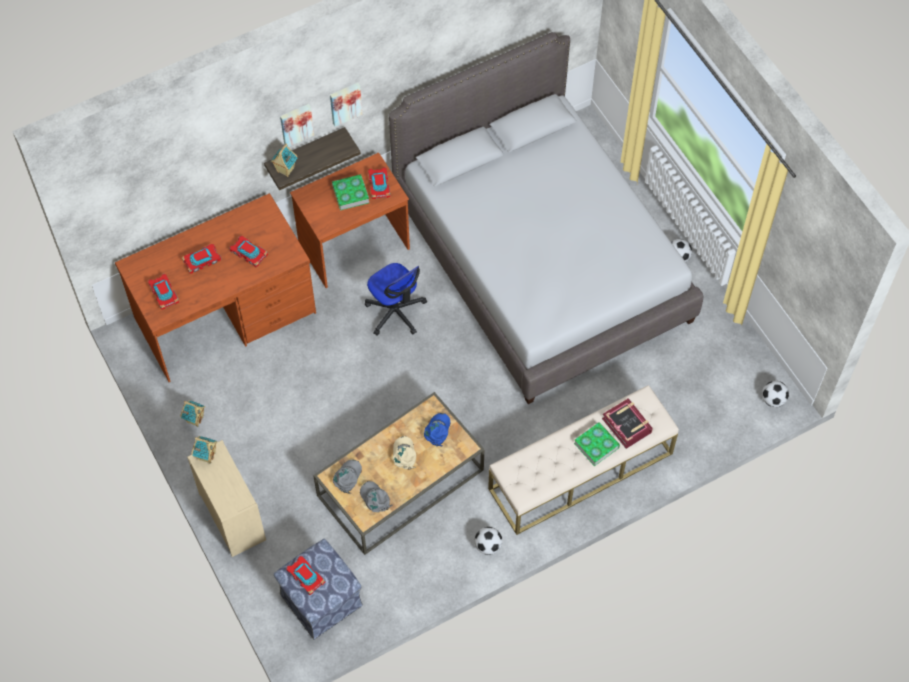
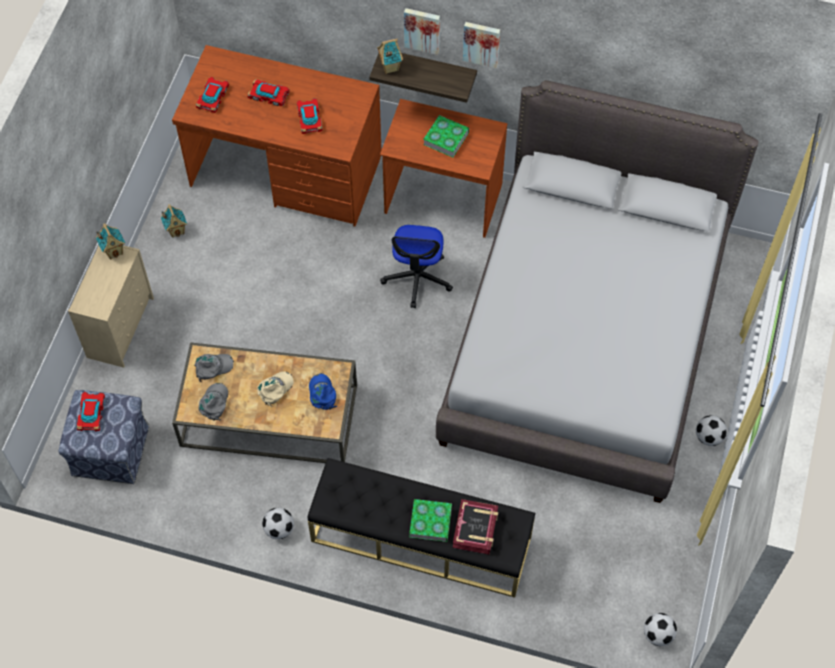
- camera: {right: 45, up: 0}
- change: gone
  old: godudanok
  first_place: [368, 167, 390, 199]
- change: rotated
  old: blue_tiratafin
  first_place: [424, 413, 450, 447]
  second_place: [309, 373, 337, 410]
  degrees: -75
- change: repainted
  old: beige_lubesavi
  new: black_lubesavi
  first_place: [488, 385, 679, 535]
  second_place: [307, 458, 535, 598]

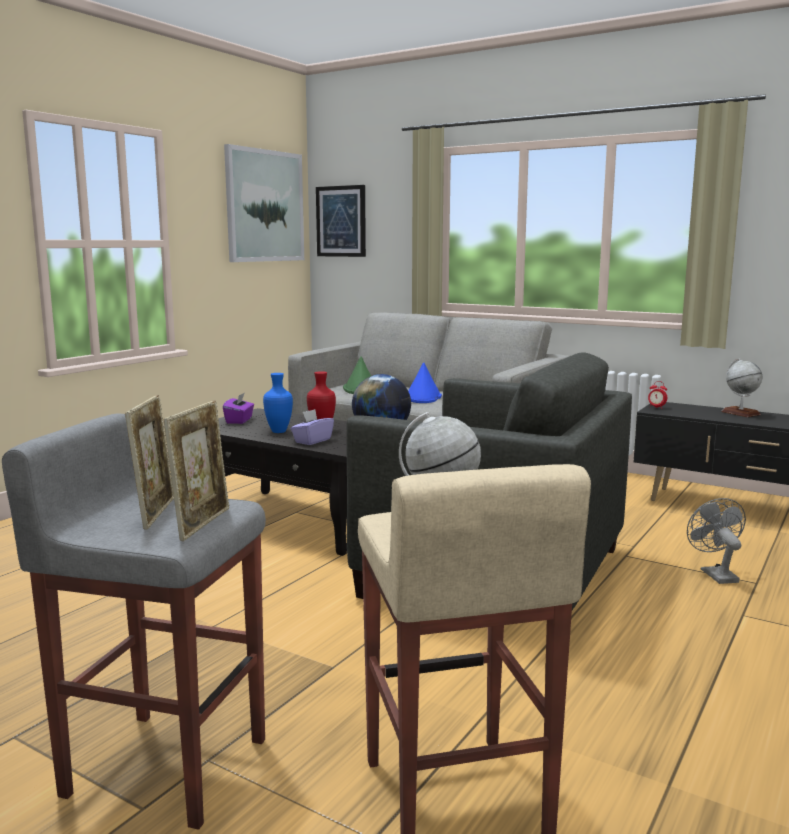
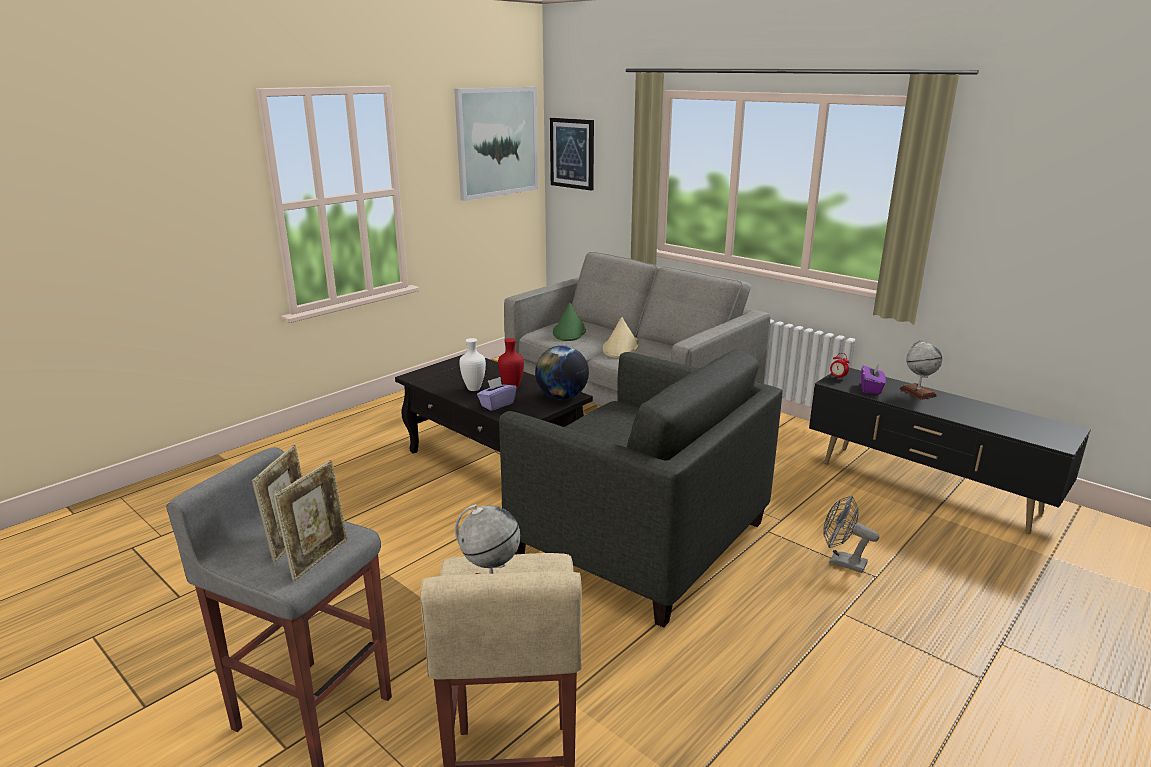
- camera: {right: 10, up: 10}
- change: shifted
  old: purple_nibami
  first_place: [223, 393, 254, 424]
  second_place: [861, 363, 886, 394]
- change: repainted
  old: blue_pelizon
  new: white_pelizon
  first_place: [263, 373, 293, 433]
  second_place: [459, 338, 486, 391]
- change: repainted
  old: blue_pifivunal
  new: beige_pifivunal
  first_place: [408, 363, 442, 403]
  second_place: [603, 317, 639, 358]
- change: rotated
  old: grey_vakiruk
  first_place: [687, 498, 746, 584]
  second_place: [823, 495, 879, 573]
  degrees: -60

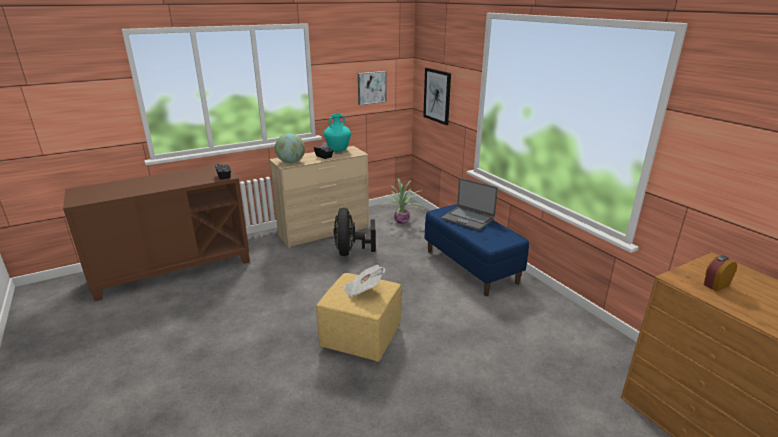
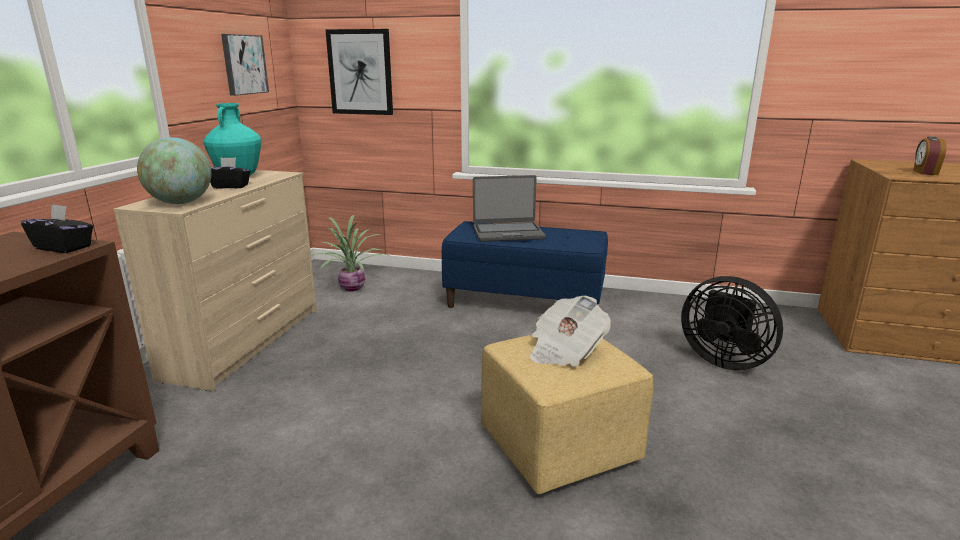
- camera: {right: -45, up: -5}
- change: shifted
  old: black_vakiruk
  first_place: [334, 208, 376, 256]
  second_place: [681, 276, 783, 370]

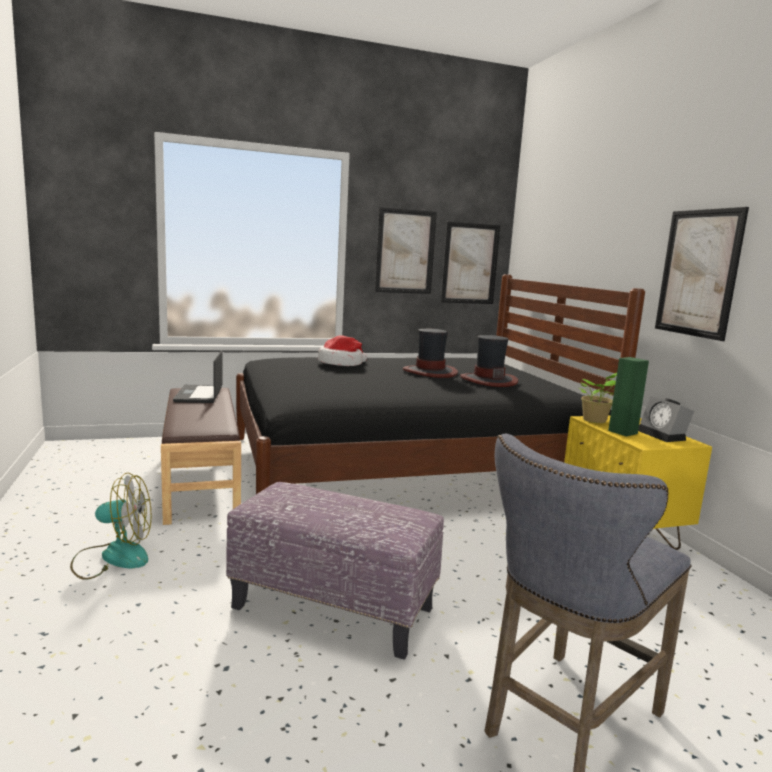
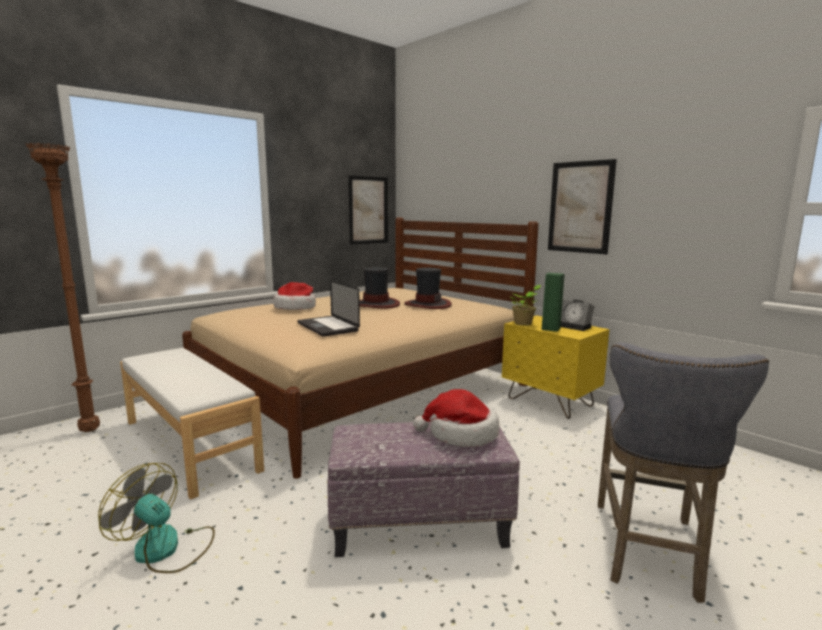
- camera: {right: -25, up: 0}
- change: rotated
  old: vakiruk
  first_place: [70, 472, 152, 580]
  second_place: [98, 463, 215, 573]
  degrees: -120
- change: repainted
  old: brown_lubesavi
  new: white_lubesavi
  first_place: [161, 388, 241, 525]
  second_place: [120, 348, 264, 500]
- change: shifted
  old: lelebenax
  first_place: [173, 350, 222, 403]
  second_place: [297, 280, 360, 337]
- change: repainted
  old: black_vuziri
  new: beige_vuziri
  first_place: [236, 274, 645, 494]
  second_place: [182, 217, 539, 479]
- change: gone
  old: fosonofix
  first_place: [375, 207, 437, 294]
- change: new
  new: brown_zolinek
  second_place: [26, 143, 100, 432]
- change: new
  new: pifivunal
  second_place: [413, 389, 500, 447]

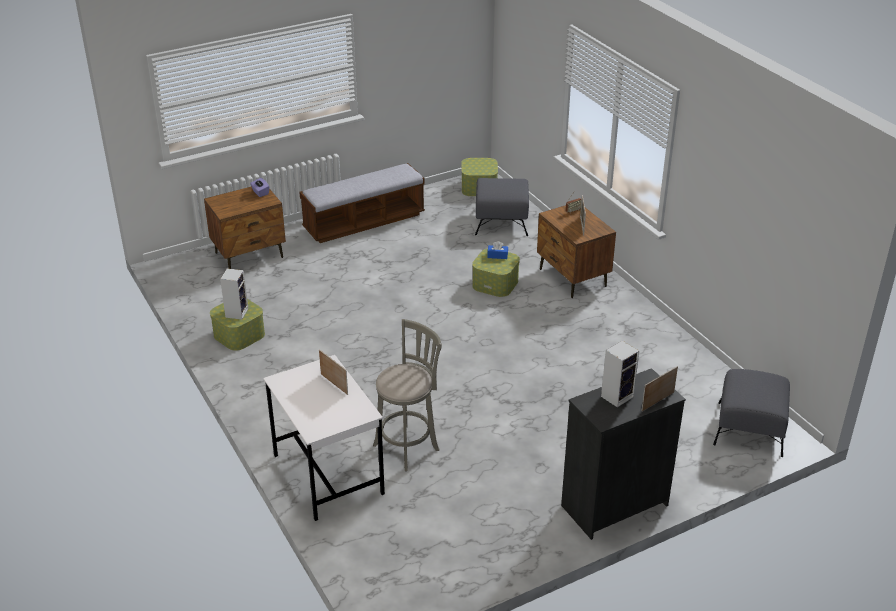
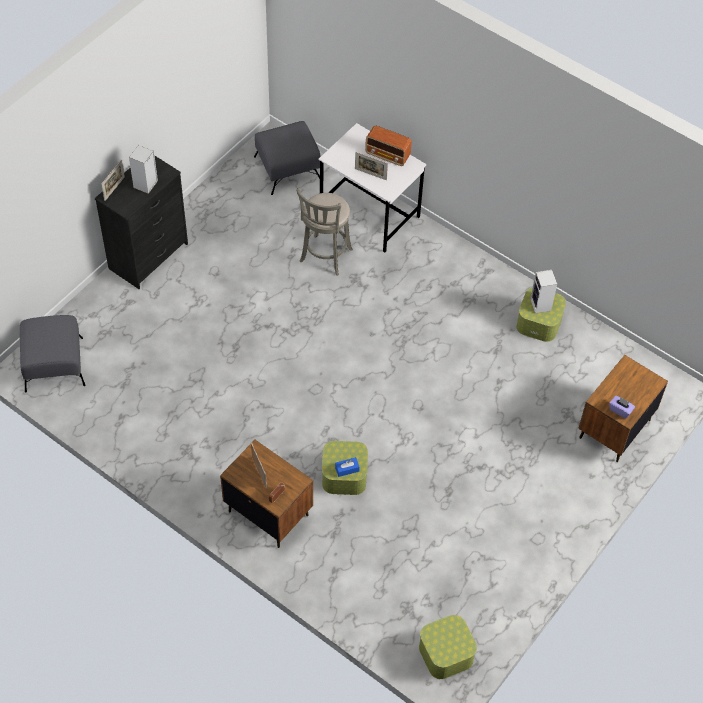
- camera: {right: 155, up: 20}
- change: gone
  old: lubesavi
  first_place: [299, 163, 425, 243]
- change: shifted
  old: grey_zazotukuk
  first_place: [475, 178, 529, 236]
  second_place: [254, 121, 321, 195]
- change: new
  new: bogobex
  second_place: [365, 126, 412, 166]

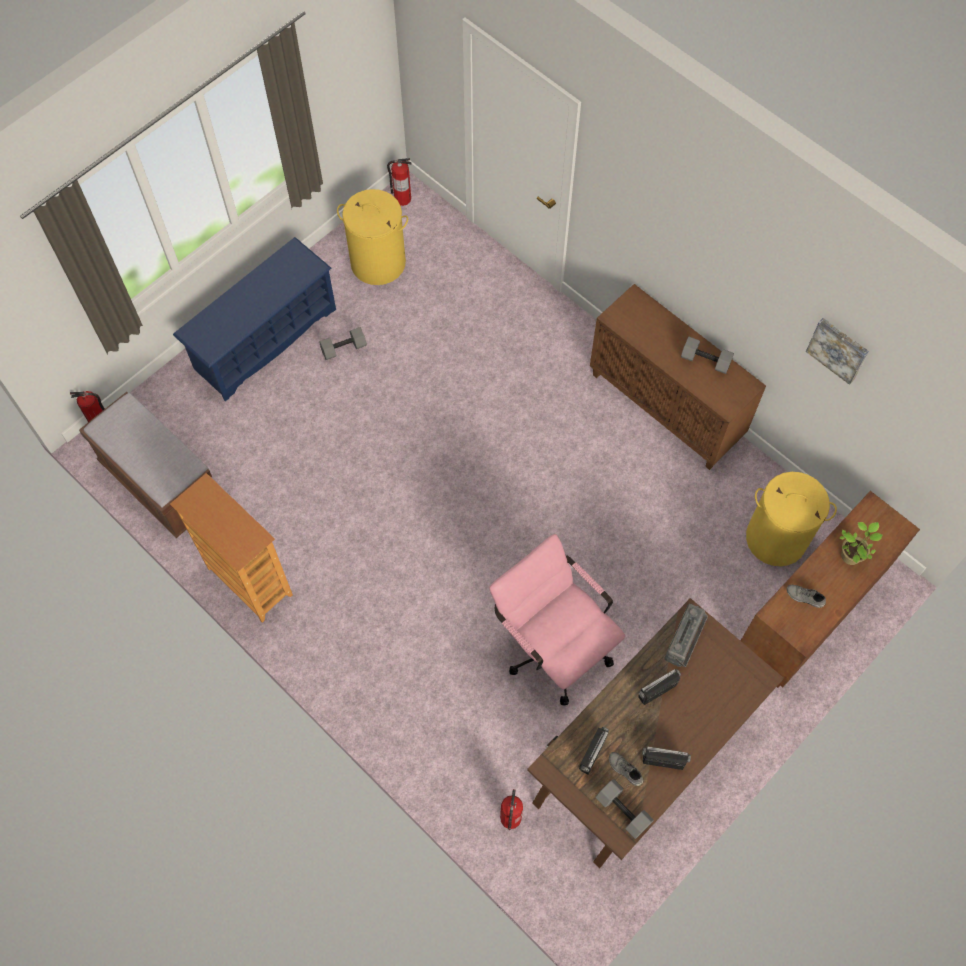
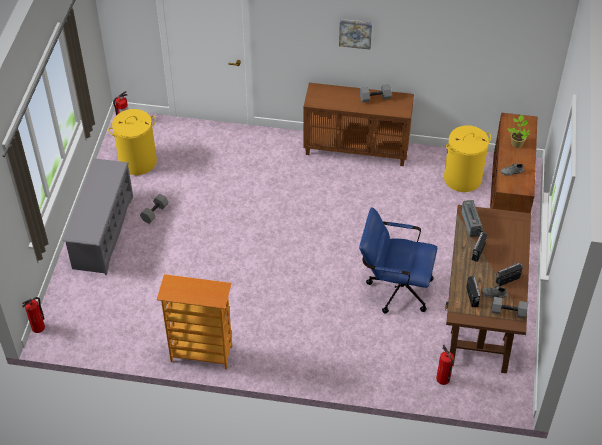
- camera: {right: -35, up: -15}
- change: gone
  old: brown_lubesavi
  first_place: [79, 392, 212, 538]
- change: repainted
  old: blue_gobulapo
  new: grey_gobulapo
  first_place: [173, 237, 336, 402]
  second_place: [62, 158, 133, 275]
- change: repainted
  old: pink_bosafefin
  new: blue_bosafefin
  first_place: [489, 534, 625, 705]
  second_place: [359, 207, 437, 314]
- change: shifted
  old: fosonofix
  first_place: [806, 318, 869, 385]
  second_place: [339, 19, 372, 50]

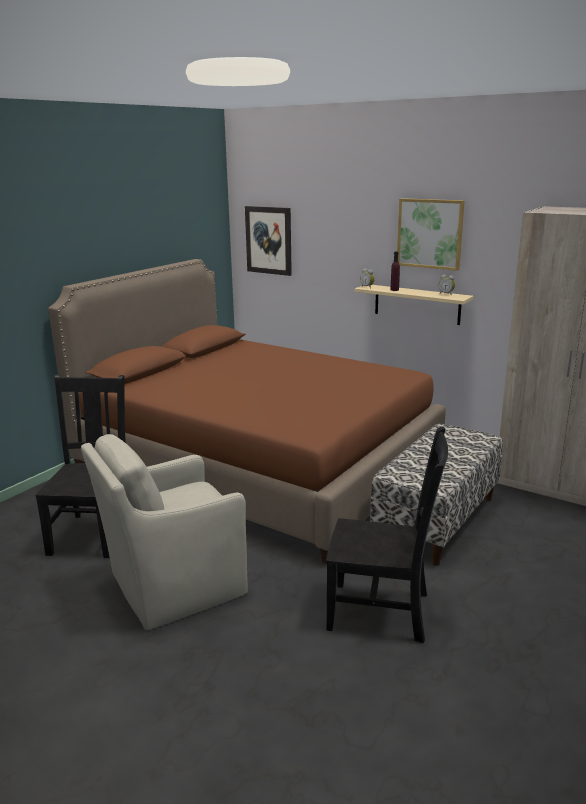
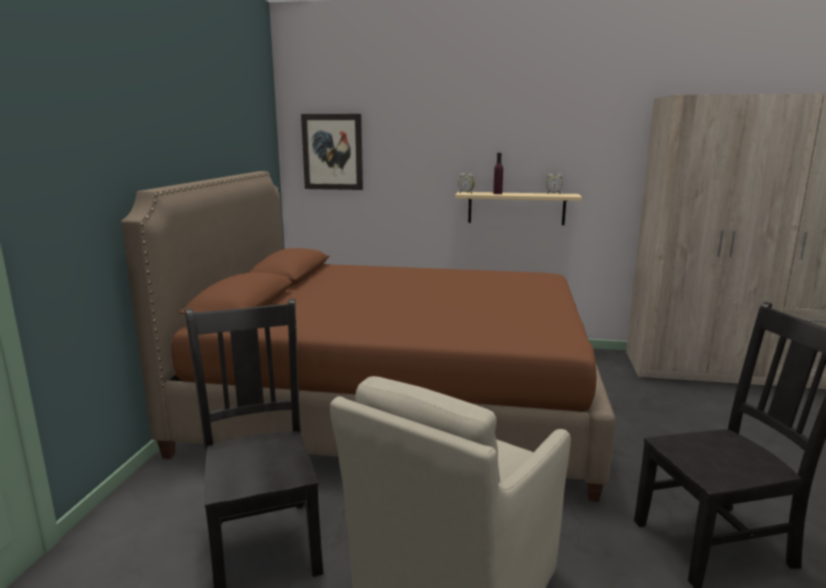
- camera: {right: -25, up: -5}
- change: gone
  old: lubesavi
  first_place: [370, 423, 503, 566]
- change: gone
  old: fosonofix
  first_place: [397, 198, 465, 271]

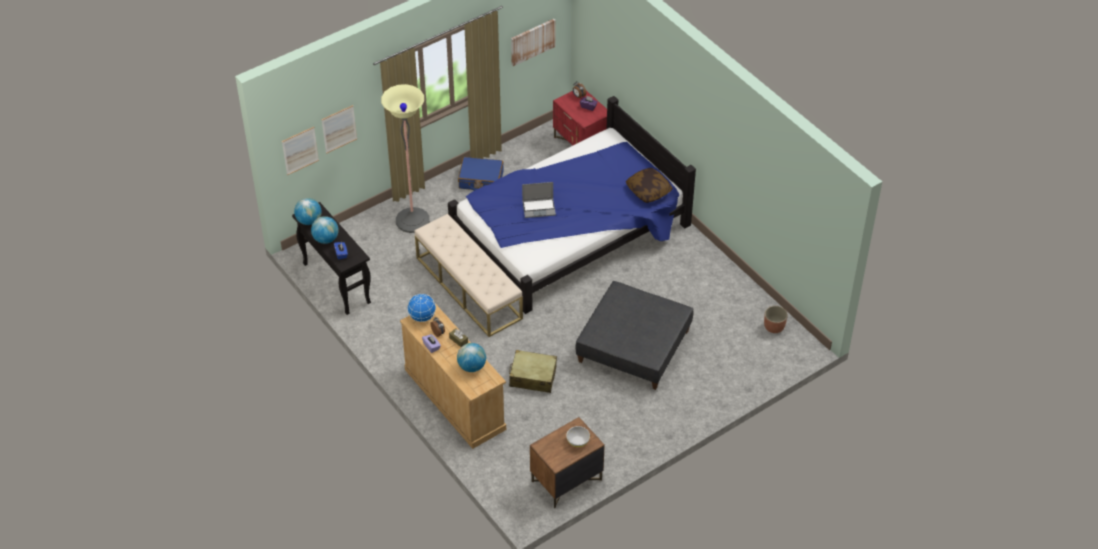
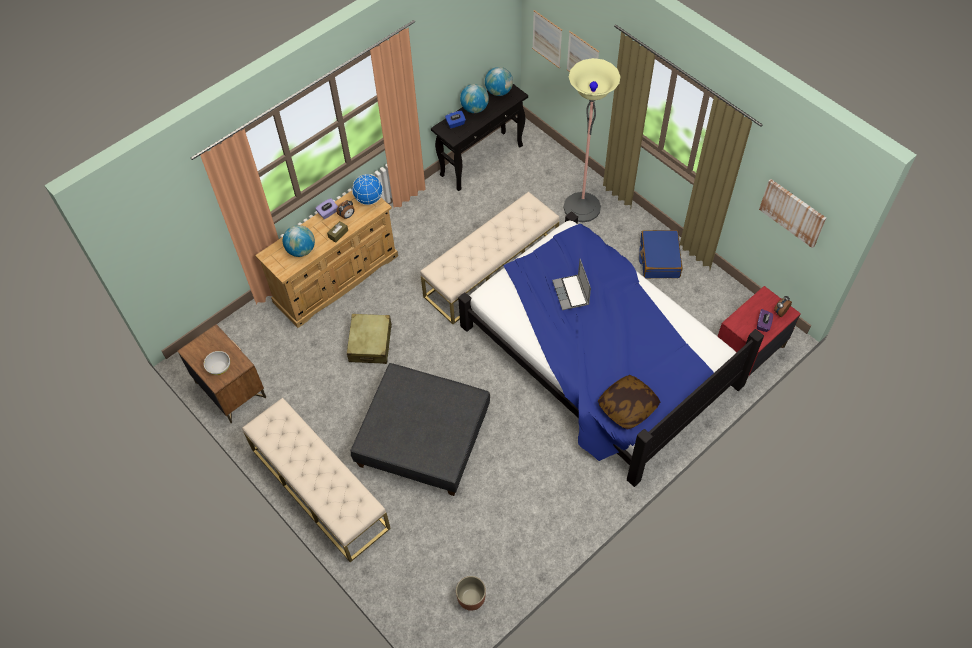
- camera: {right: 85, up: 10}
- change: new
  new: beige_lubesavi
  second_place: [242, 398, 391, 562]

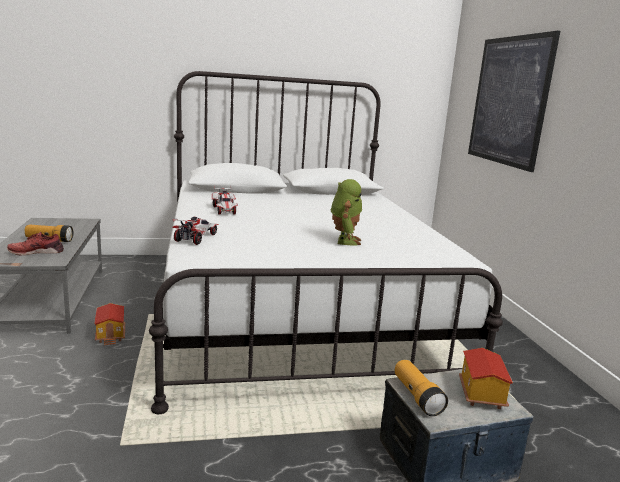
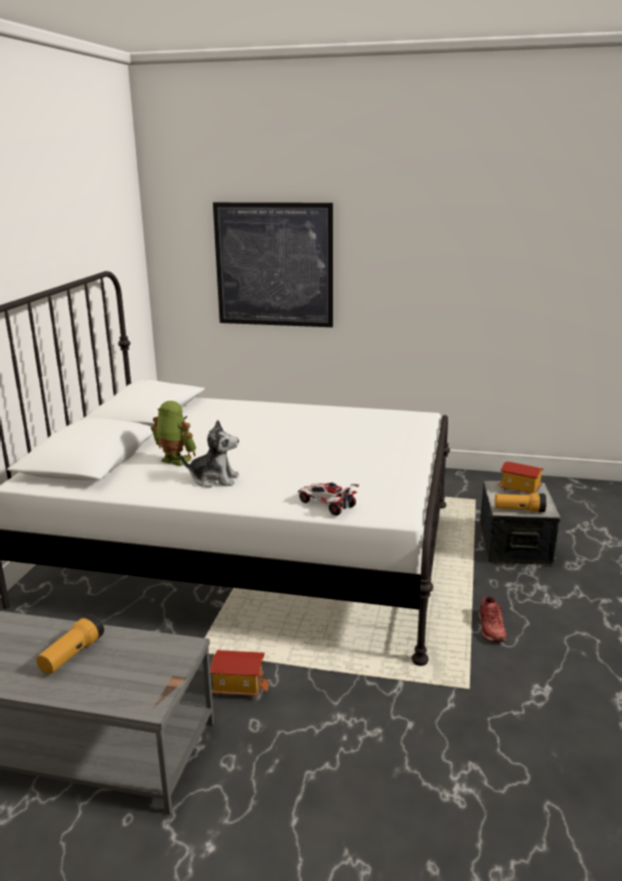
- camera: {right: -65, up: 5}
- change: shifted
  old: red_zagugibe
  first_place: [7, 232, 64, 255]
  second_place: [479, 597, 506, 641]
- change: swapped
  old: godudanok
  new: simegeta
  first_place: [212, 186, 238, 215]
  second_place: [181, 420, 239, 488]
- change: shifted
  old: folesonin
  first_place: [331, 179, 362, 246]
  second_place: [151, 401, 196, 466]

